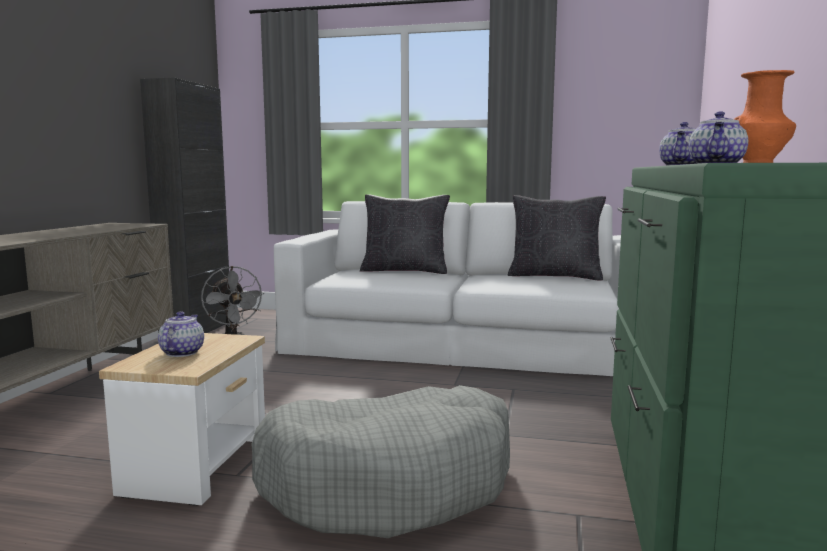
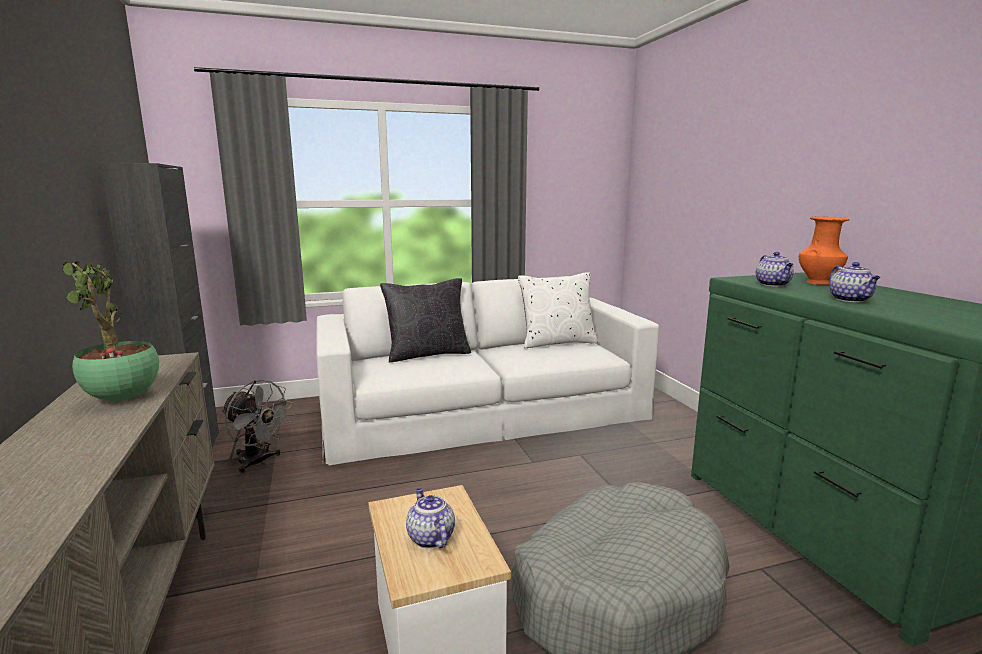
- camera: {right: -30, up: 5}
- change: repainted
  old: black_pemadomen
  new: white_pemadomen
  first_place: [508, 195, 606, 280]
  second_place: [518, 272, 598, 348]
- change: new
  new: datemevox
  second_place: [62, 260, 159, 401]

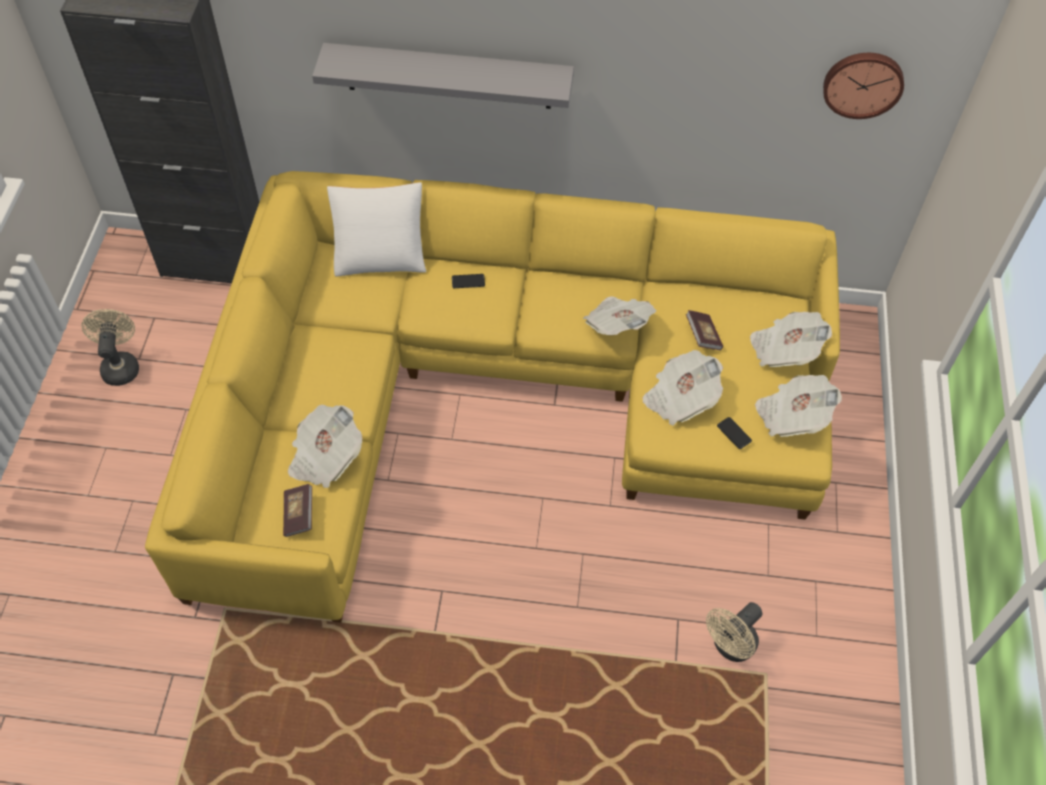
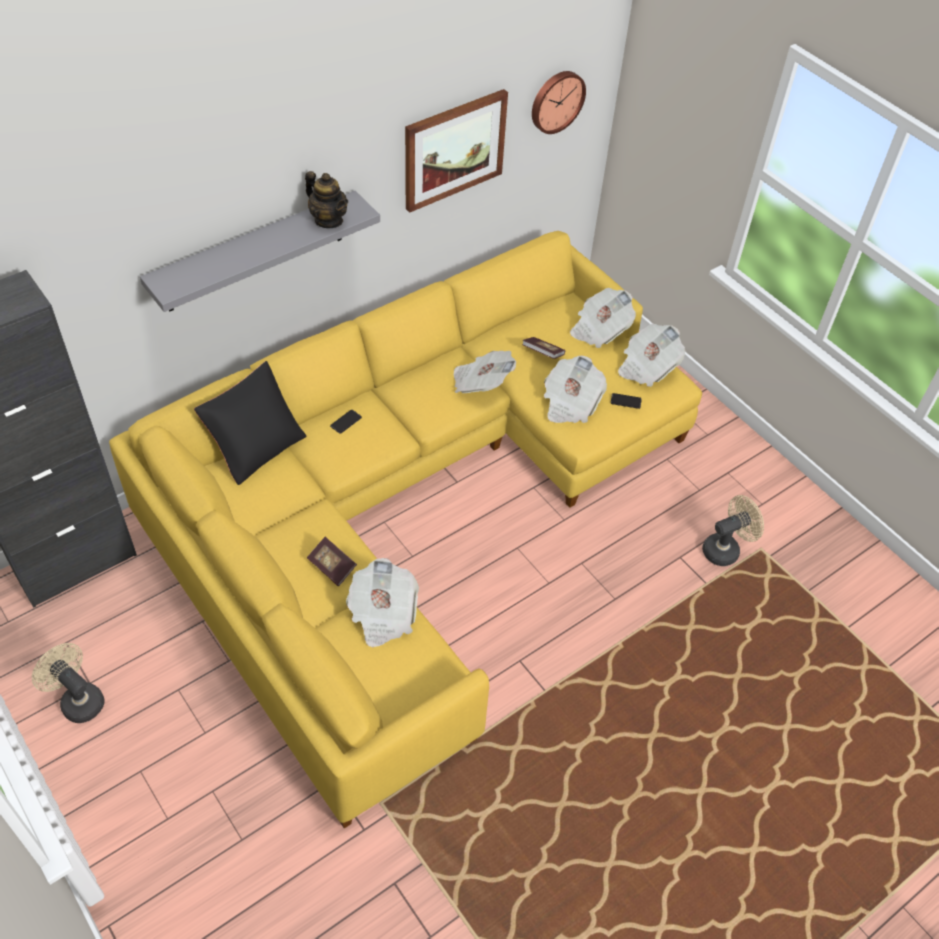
- camera: {right: -45, up: -5}
- change: shifted
  old: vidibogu
  first_place: [283, 484, 312, 537]
  second_place: [307, 537, 357, 586]
- change: repainted
  old: white_pemadomen
  new: black_pemadomen
  first_place: [327, 182, 426, 276]
  second_place: [194, 361, 307, 485]
- change: rotated
  old: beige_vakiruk
  first_place: [706, 602, 763, 662]
  second_place: [702, 495, 764, 566]
  degrees: -120
- change: new
  new: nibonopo
  second_place: [305, 171, 348, 228]
- change: new
  new: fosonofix
  second_place: [405, 89, 508, 213]

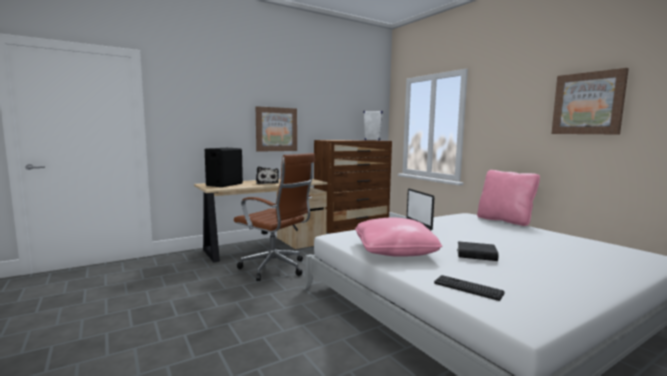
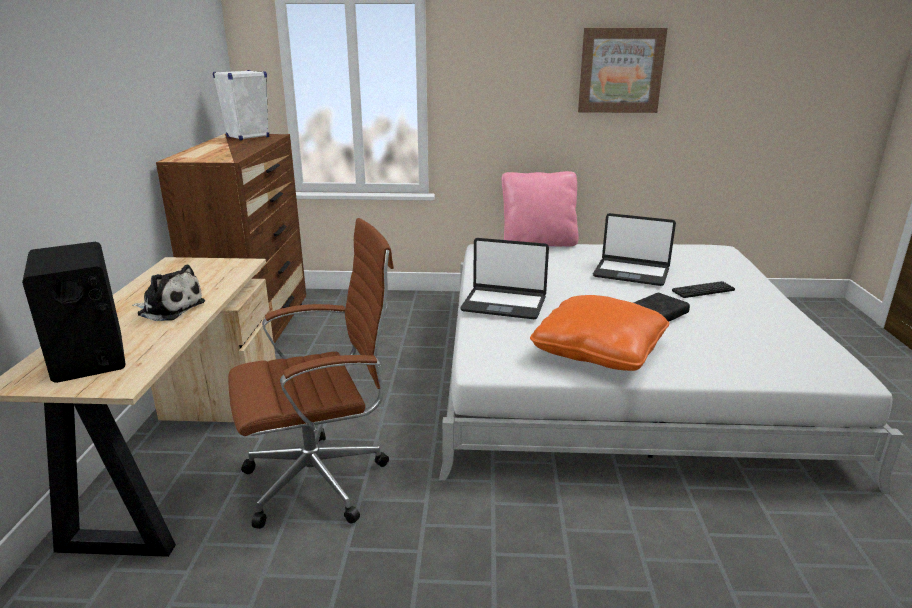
- camera: {right: -55, up: 15}
- change: gone
  old: fosonofix
  first_place: [256, 106, 297, 152]
- change: repainted
  old: pink_pemadomen
  new: orange_pemadomen
  first_place: [355, 218, 442, 257]
  second_place: [530, 295, 669, 371]
- change: shifted
  old: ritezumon
  first_place: [434, 275, 505, 301]
  second_place: [672, 281, 735, 298]
- change: new
  new: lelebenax
  second_place: [593, 213, 676, 286]

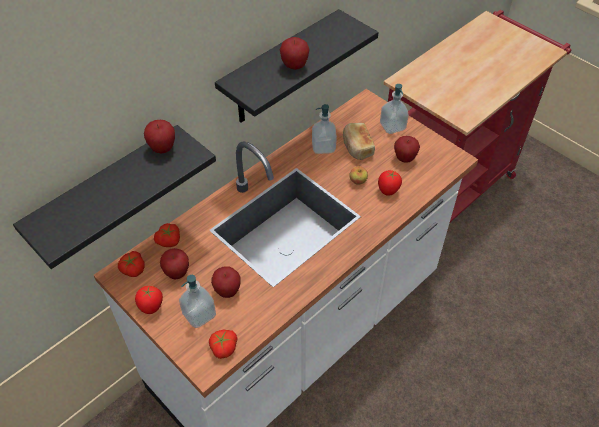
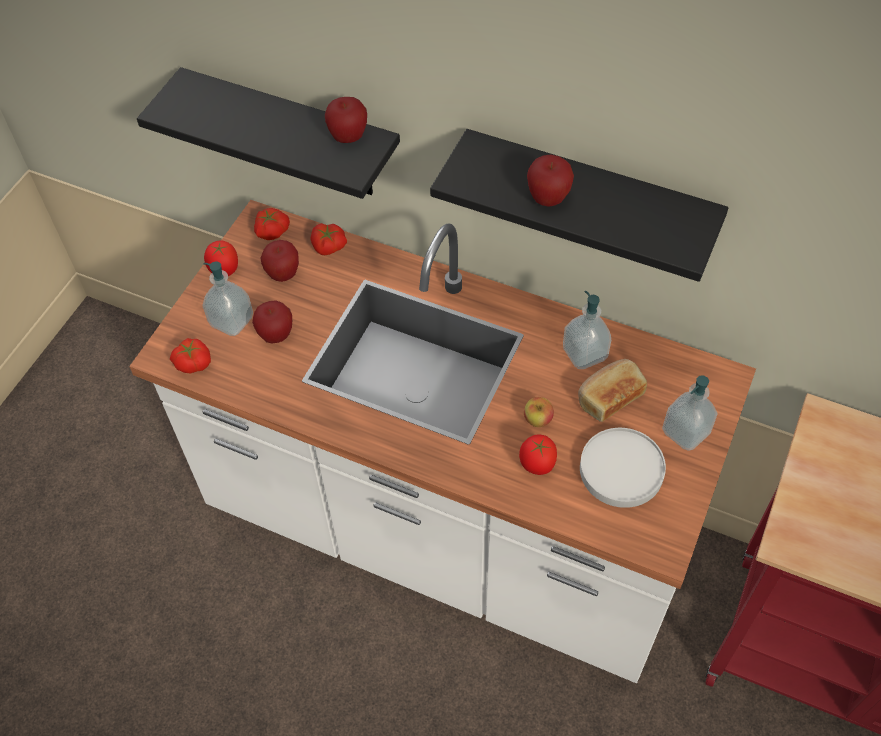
- camera: {right: 70, up: 5}
- change: swapped
  old: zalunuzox
  new: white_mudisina
  first_place: [394, 136, 420, 163]
  second_place: [580, 428, 666, 508]

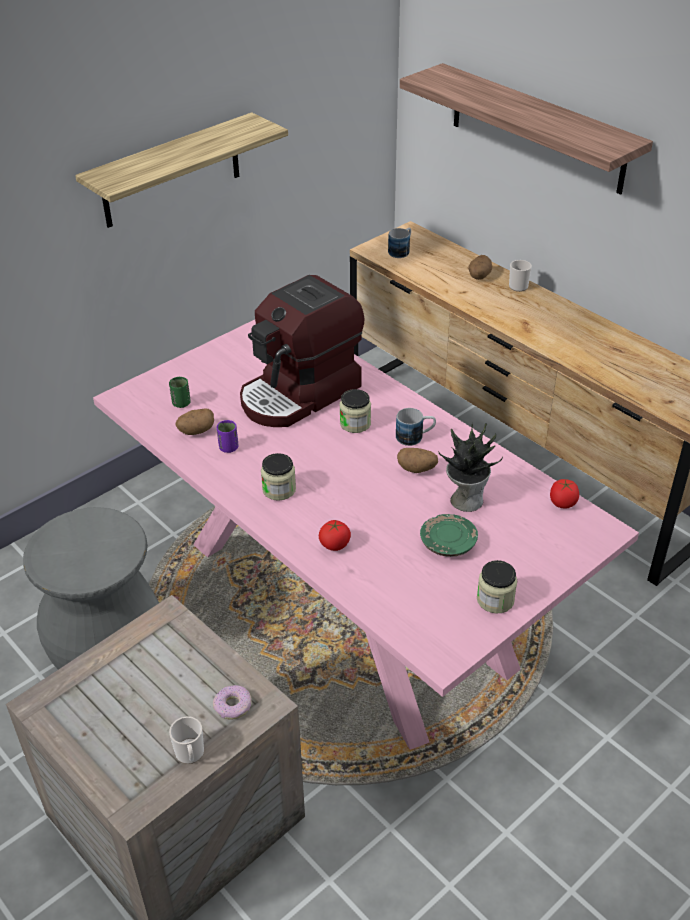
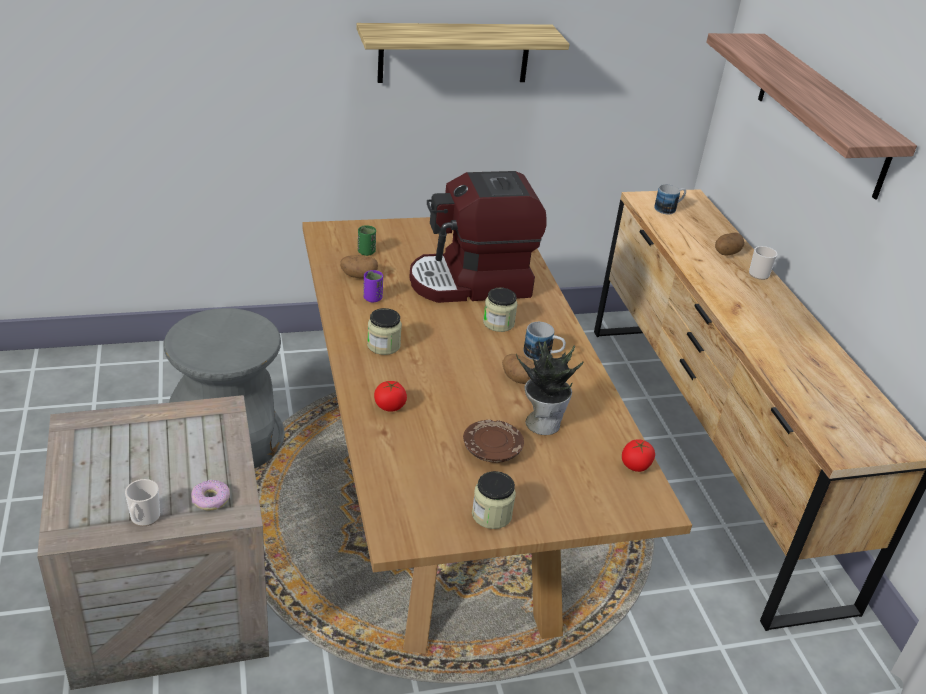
- camera: {right: 25, up: -5}
- change: repainted
  old: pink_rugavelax
  new: brown_rugavelax
  first_place: [93, 320, 639, 750]
  second_place: [302, 217, 692, 654]
- change: repainted
  old: green_mudisina
  new: brown_mudisina
  first_place: [420, 514, 478, 557]
  second_place: [463, 420, 524, 463]

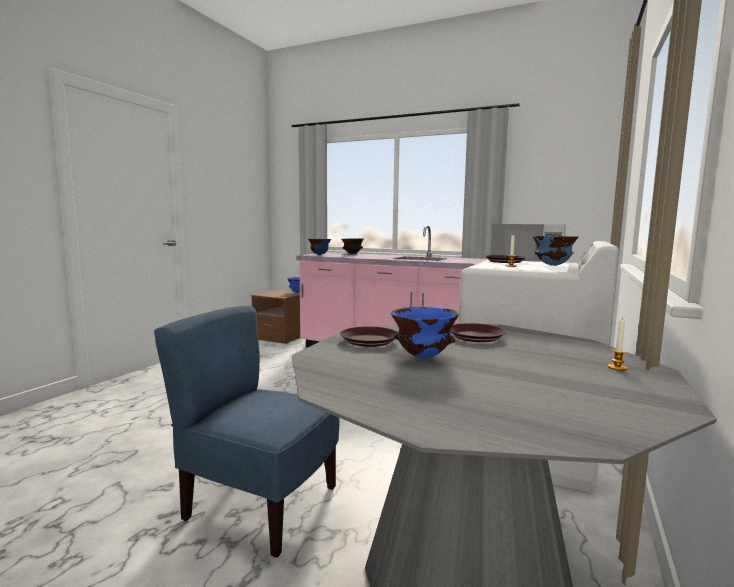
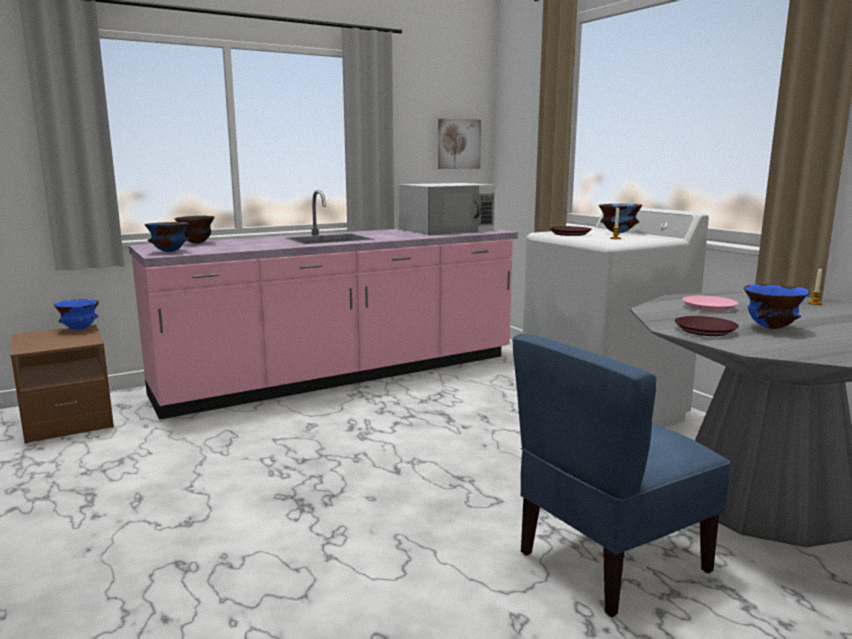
- camera: {right: -55, up: 5}
- change: repainted
  old: brown_mudisina
  new: pink_mudisina
  first_place: [450, 323, 506, 342]
  second_place: [682, 296, 738, 312]
- change: new
  new: fosonofix
  second_place: [438, 118, 481, 169]

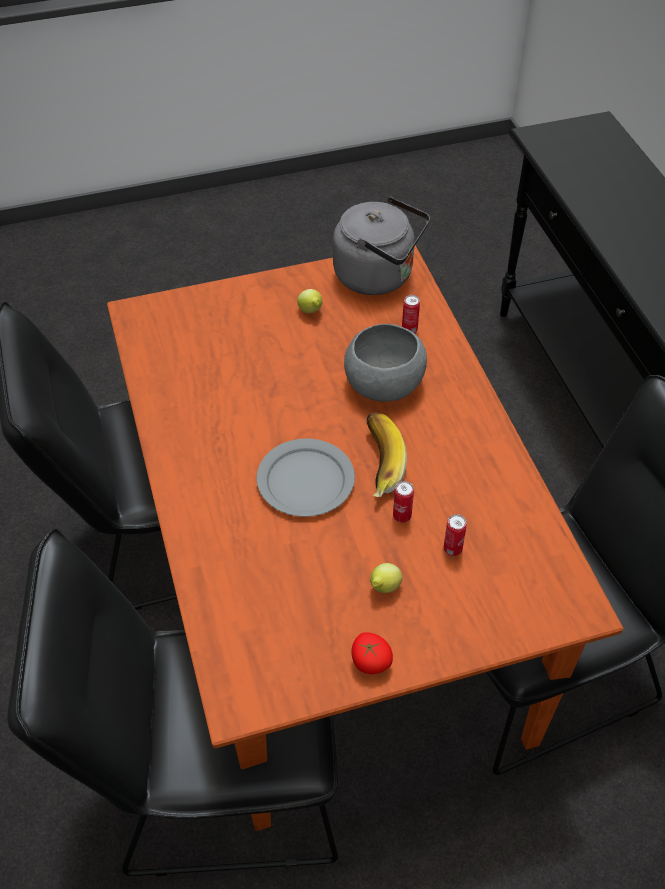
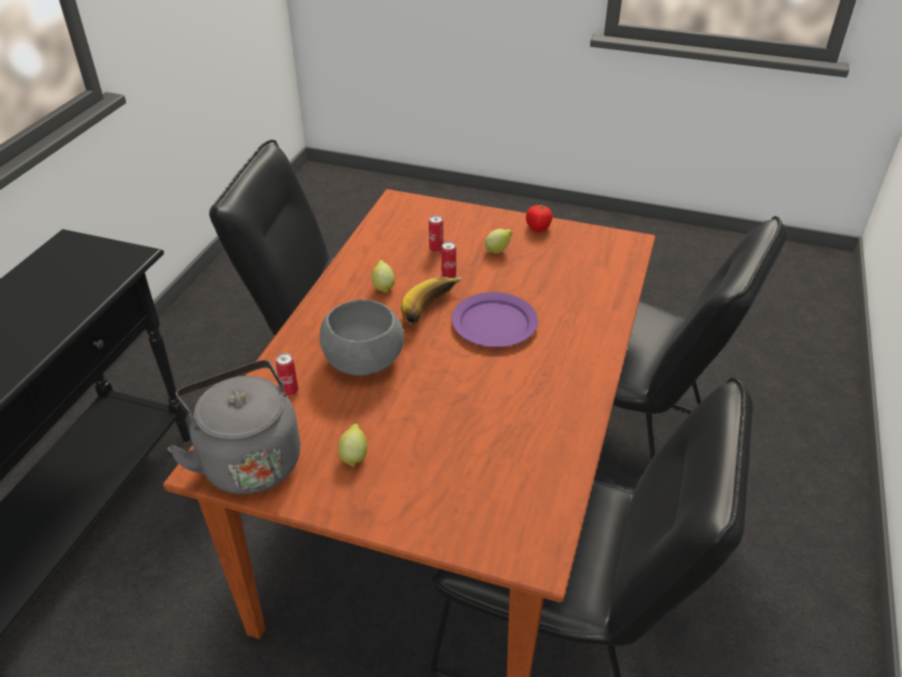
- camera: {right: -145, up: -10}
- change: repainted
  old: grey_mudisina
  new: purple_mudisina
  first_place: [256, 438, 355, 517]
  second_place: [451, 292, 538, 347]
- change: new
  new: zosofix
  second_place: [371, 260, 395, 293]

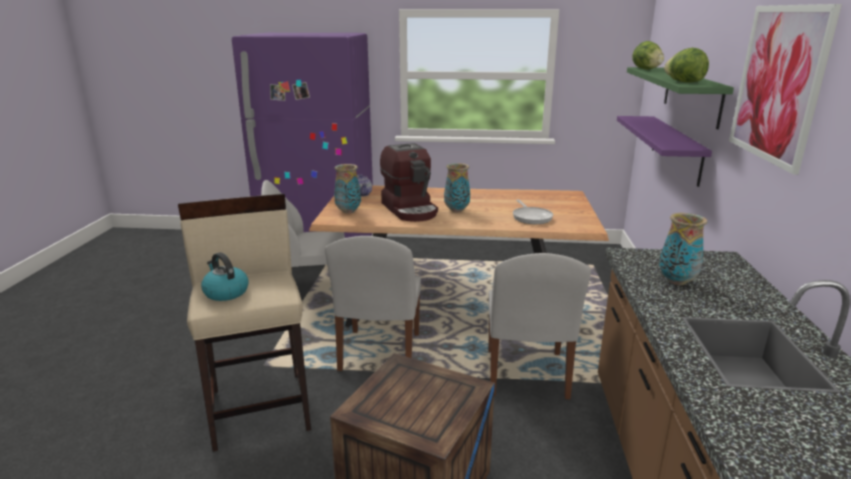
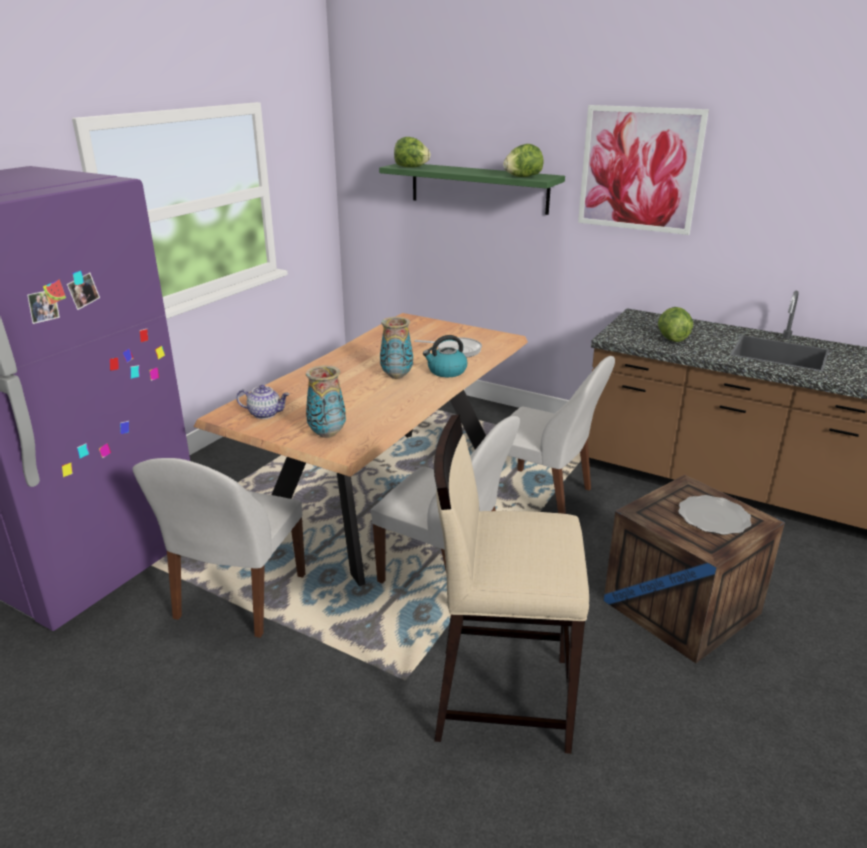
- camera: {right: -65, up: 5}
- change: shifted
  old: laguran
  first_place: [201, 252, 249, 301]
  second_place: [423, 335, 467, 377]
- change: gone
  old: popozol
  first_place: [380, 143, 438, 222]
- change: gone
  old: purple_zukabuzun
  first_place: [617, 116, 712, 187]
- change: swapped
  old: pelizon
  new: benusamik
  first_place: [659, 213, 707, 285]
  second_place: [658, 307, 693, 342]
- change: new
  new: mudisina
  second_place: [678, 495, 752, 535]

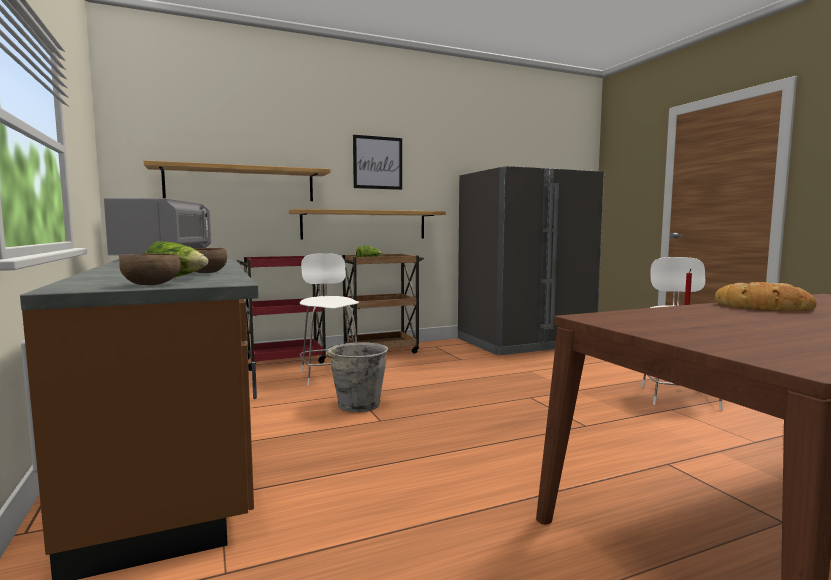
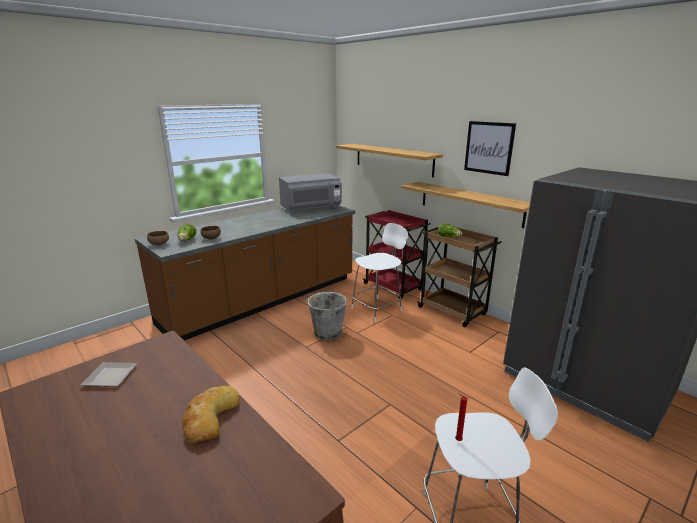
- camera: {right: 70, up: 15}
- change: new
  new: mudisina
  second_place: [81, 362, 138, 387]

